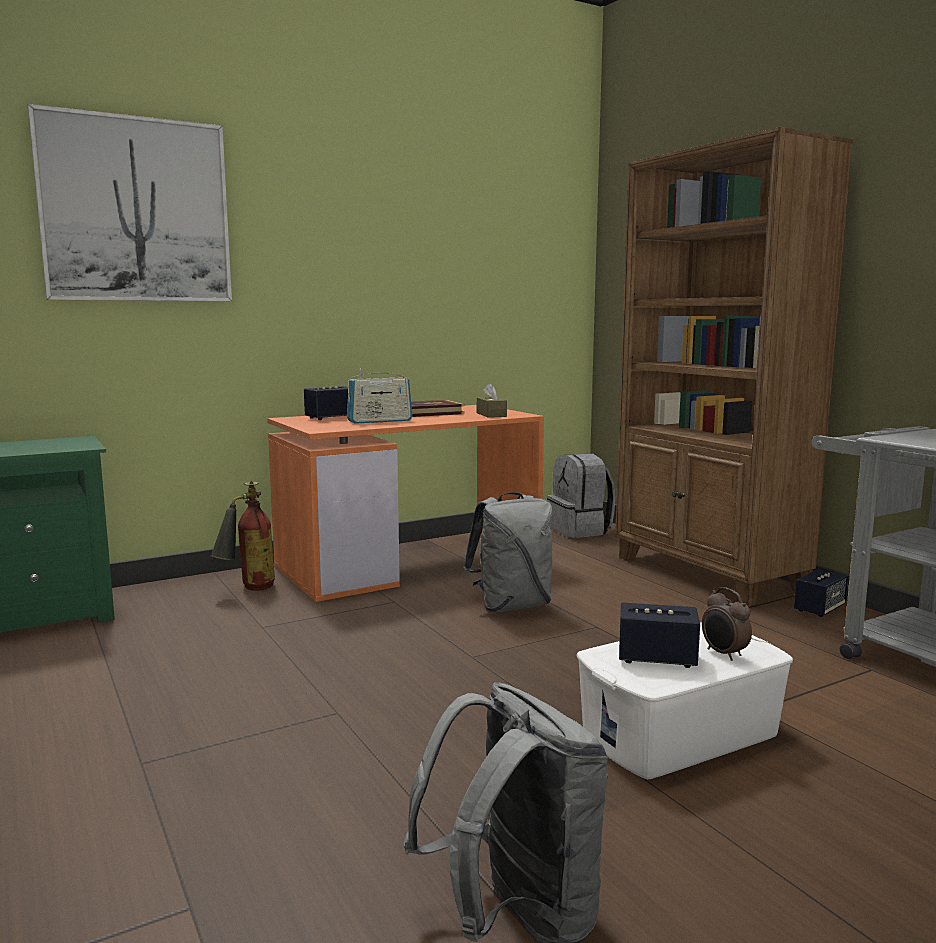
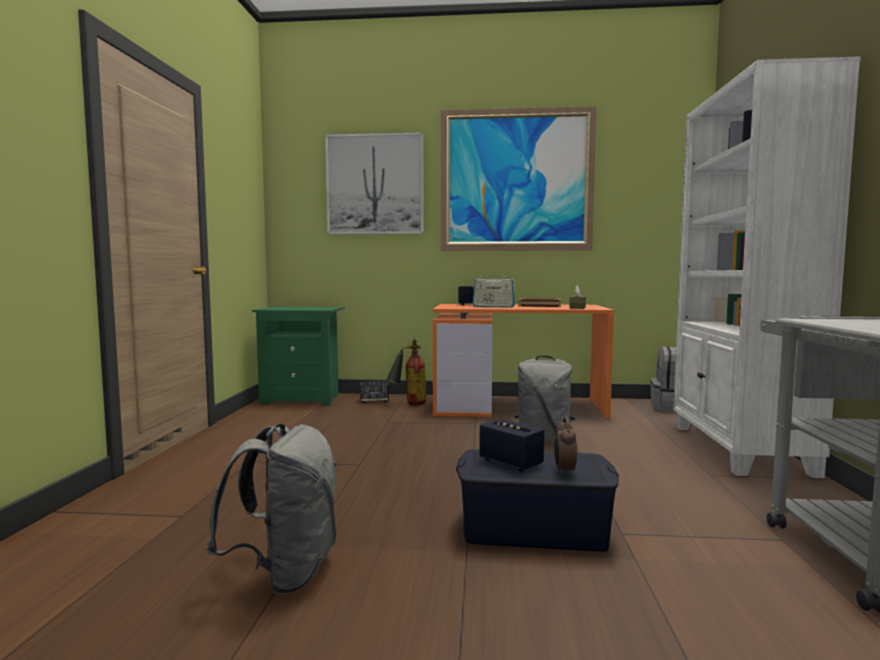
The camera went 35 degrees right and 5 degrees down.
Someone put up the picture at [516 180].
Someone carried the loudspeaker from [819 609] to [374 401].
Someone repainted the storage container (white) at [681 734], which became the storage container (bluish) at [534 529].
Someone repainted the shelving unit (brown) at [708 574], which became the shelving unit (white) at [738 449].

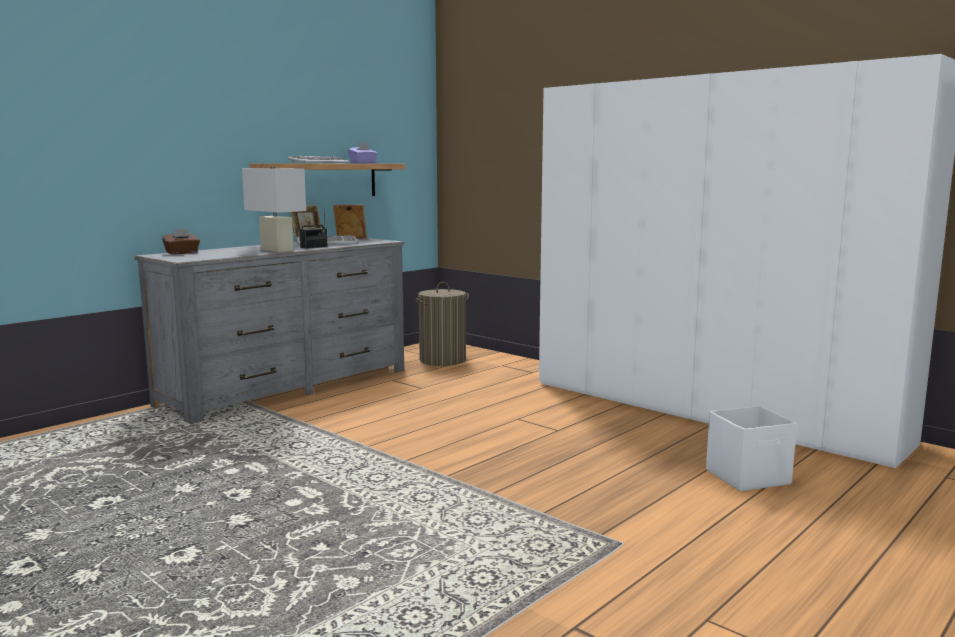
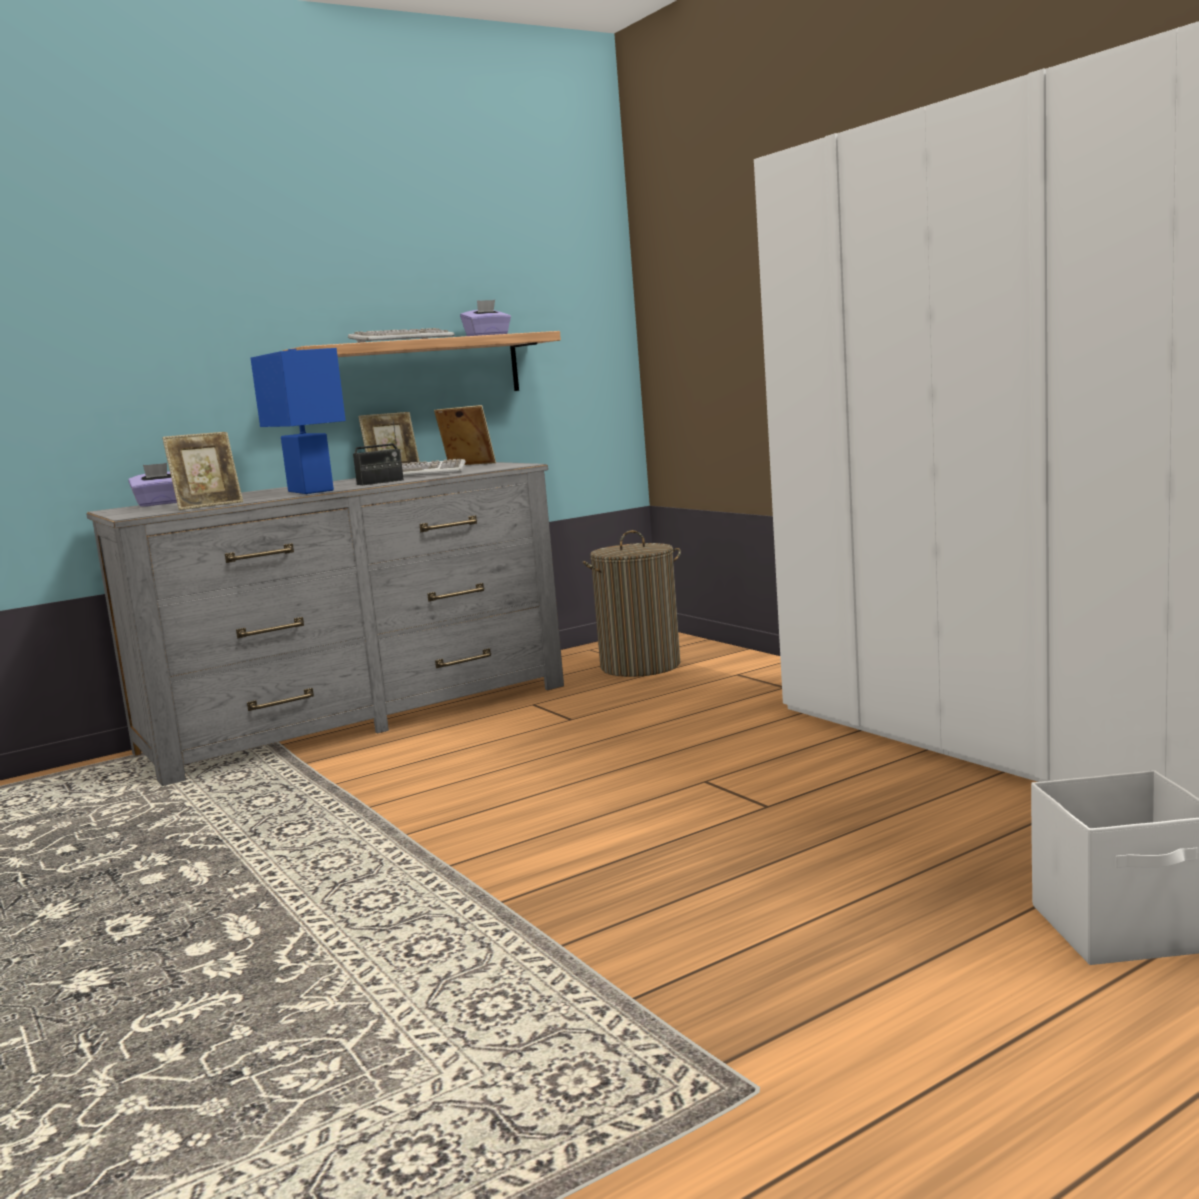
The camera went 15 degrees right and 0 degrees up.
Someone put down the photo frame at [208 505].
Someone repainted the tissue holder (brown) at [182 253], which became the tissue holder (purple-coloured) at [161 504].
Someone repainted the table lamp (white) at [277 250], which became the table lamp (bluish) at [310 491].

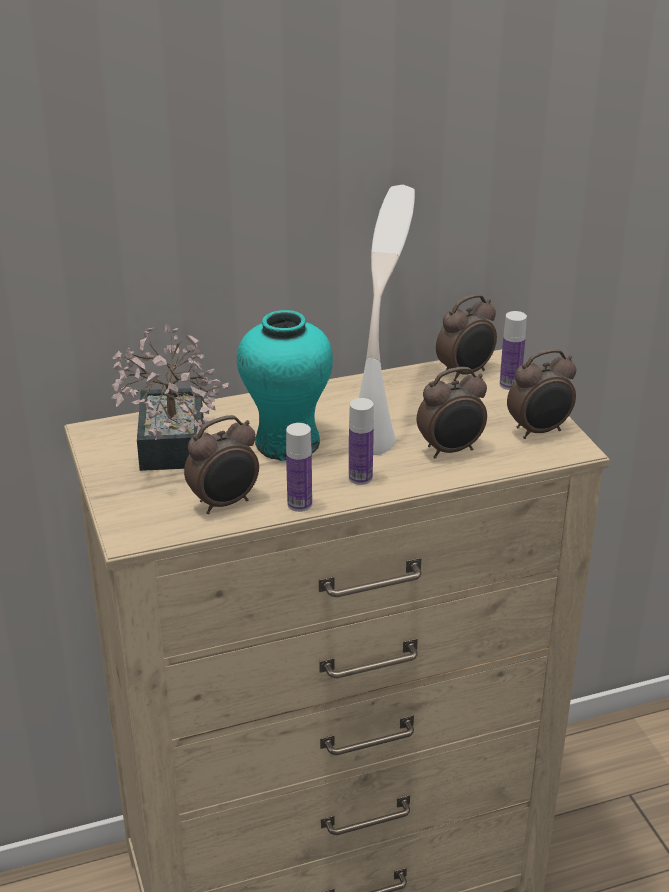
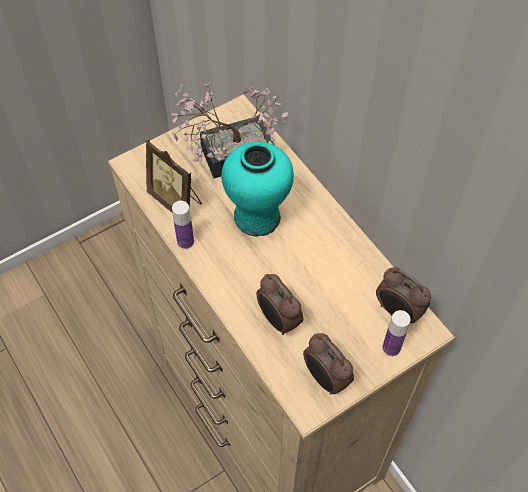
The camera went 75 degrees right and 25 degrees up.
Someone took away the drink bottle at [360 478].
Someone took away the table lamp (white) at [383 406].
Someone swapped the alarm clock at [225 503] for the photo frame at [176 201].

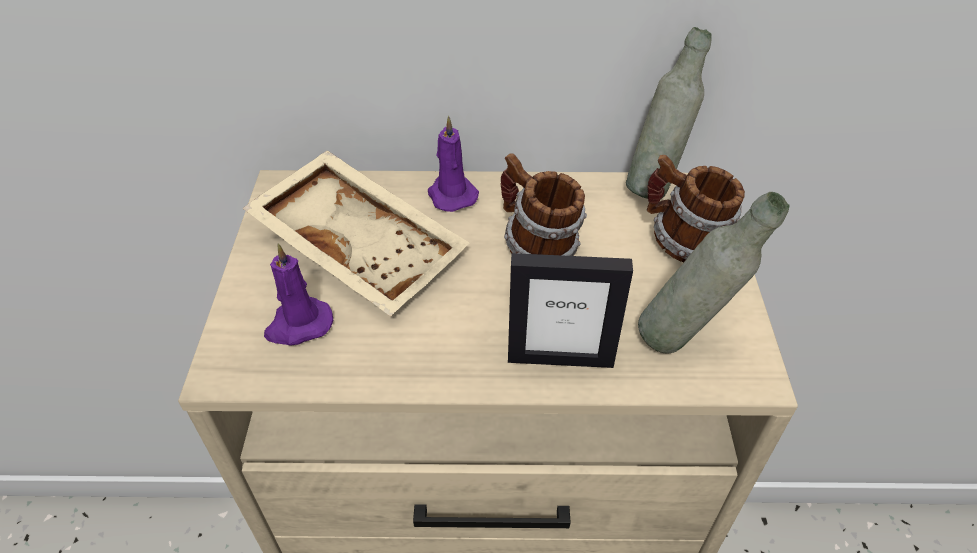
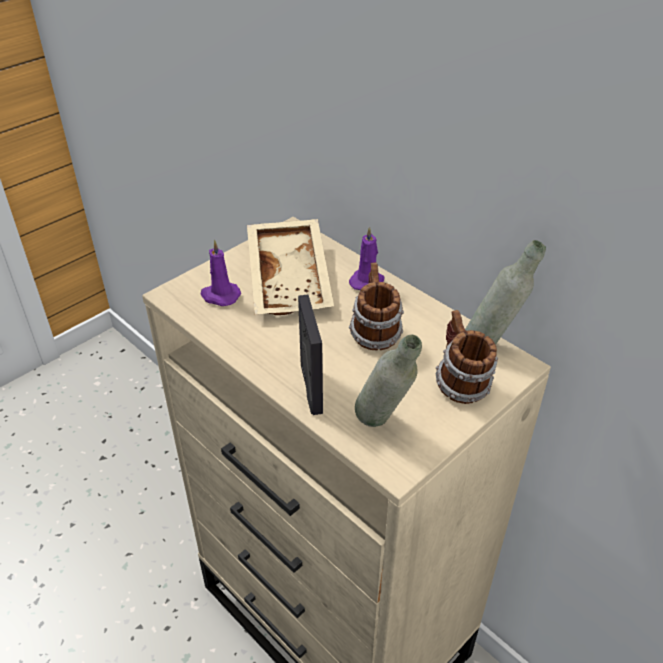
The camera went 45 degrees right and 5 degrees down.
Someone rotated the photo frame at [560 358] by 150 degrees counterclockwise.

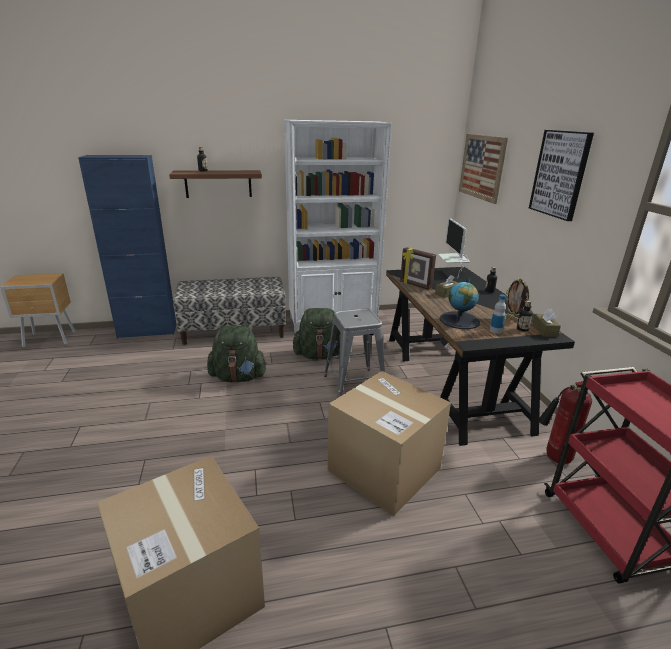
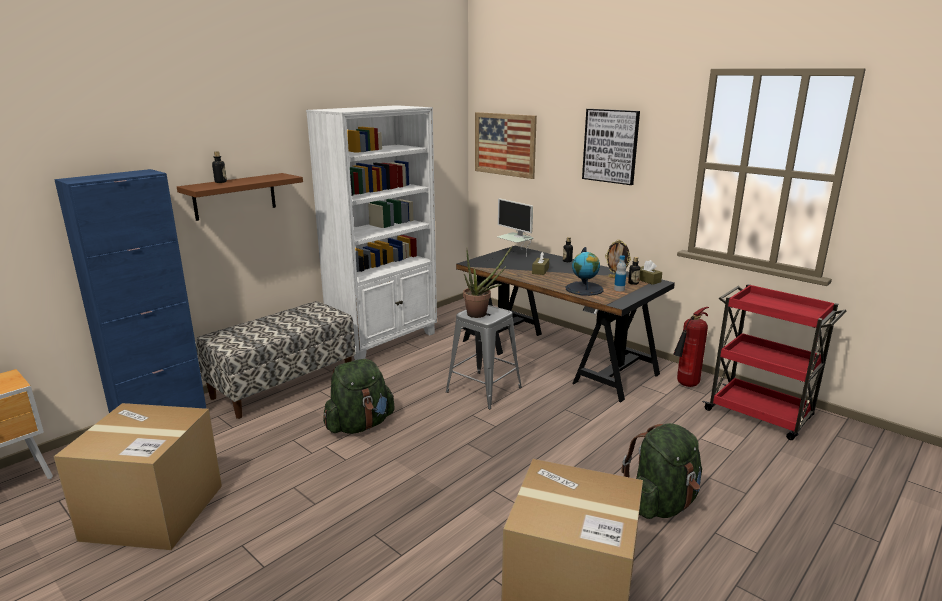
The camera went 35 degrees left and 5 degrees down.
Someone took away the photo frame at [415 285].
Someone put down the houseplant at [481 314].
Someone carried the knapsack (green-coloured) from [319 355] to [661 504].
Someone carried the cardboard box from [384 469] to [154 512].

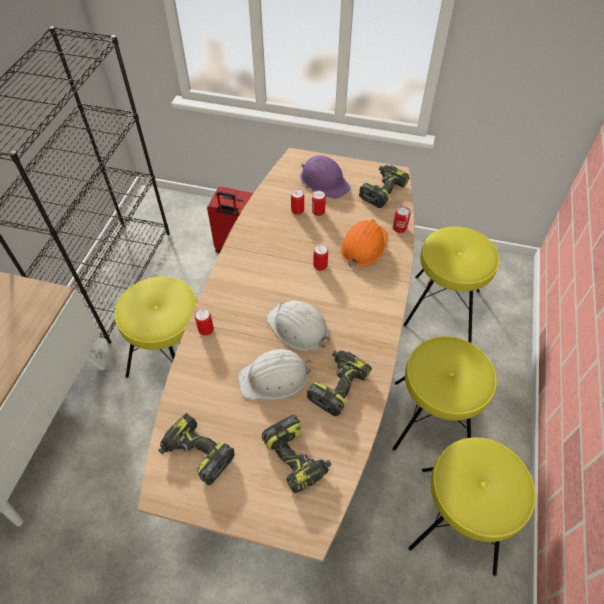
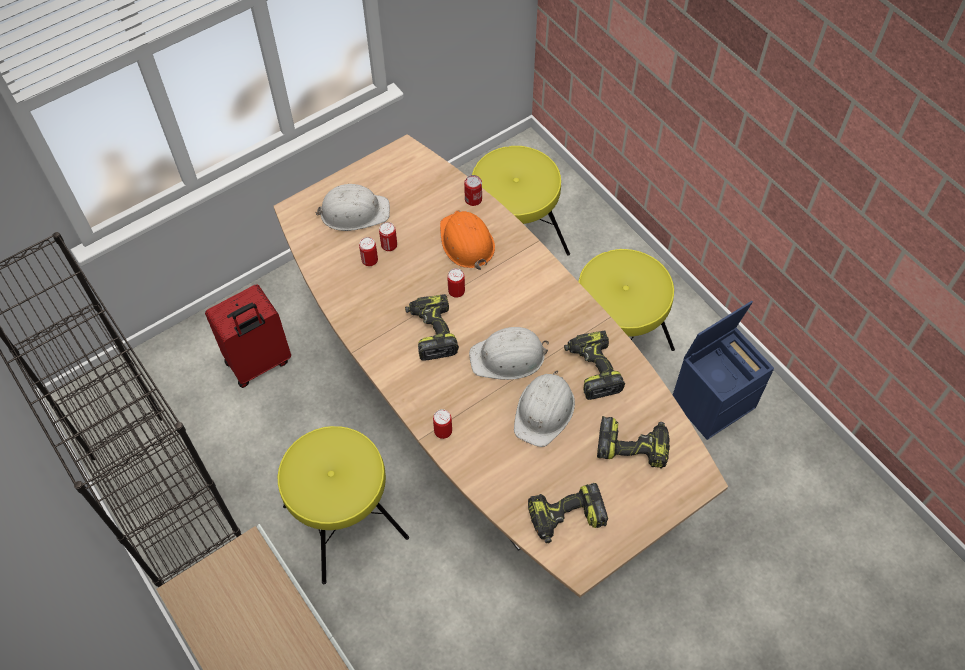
The camera went 50 degrees left and 5 degrees up.
Someone carried the drill from [382 190] to [431 331].
Someone swapped the stool seat (yellow) at [457 519] for the storage container (bluish) at [713 401].
Someone repainted the hard hat (purple-coloured) at [324 181], which became the hard hat (white) at [354 212].

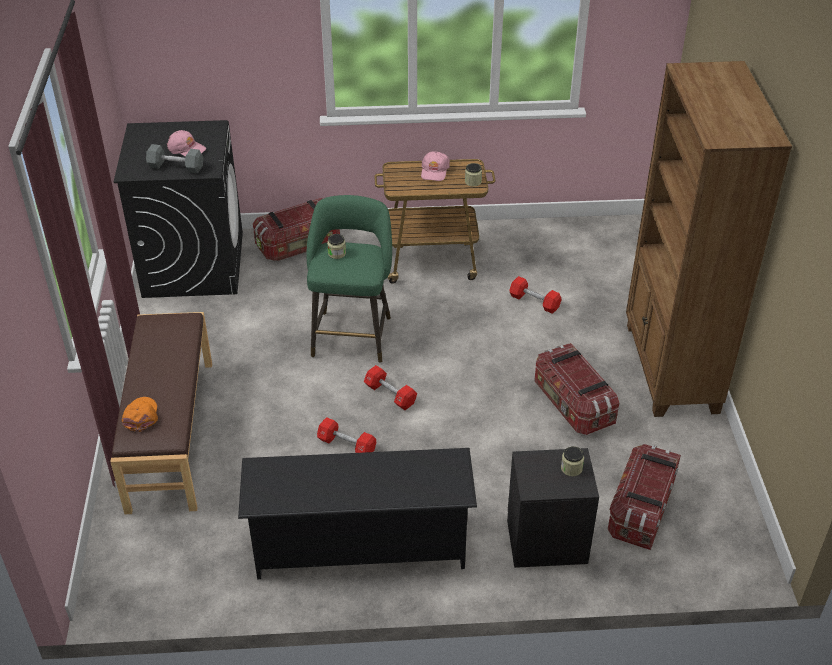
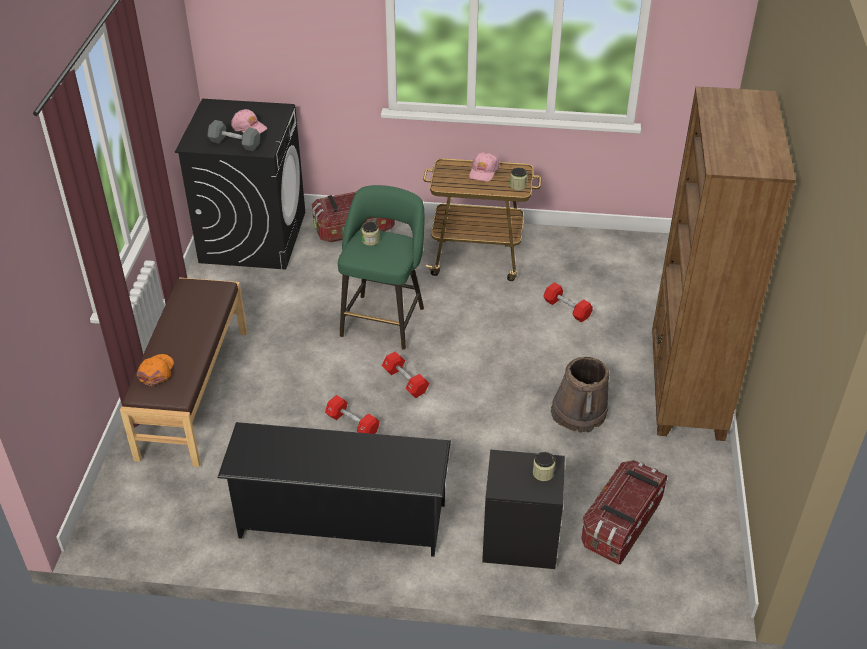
The camera went 10 degrees right and 0 degrees up.
Someone swapped the storage container at [572 404] for the bucket (brown) at [579 413].

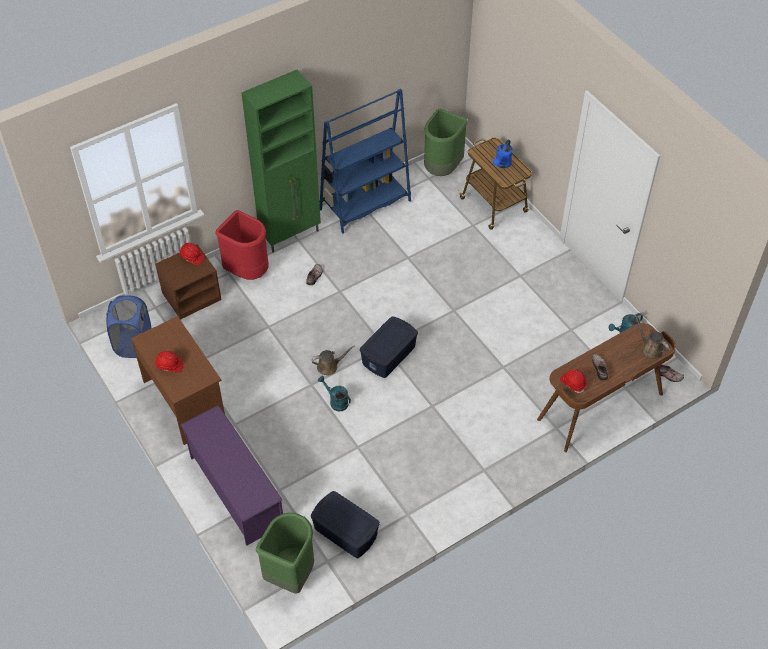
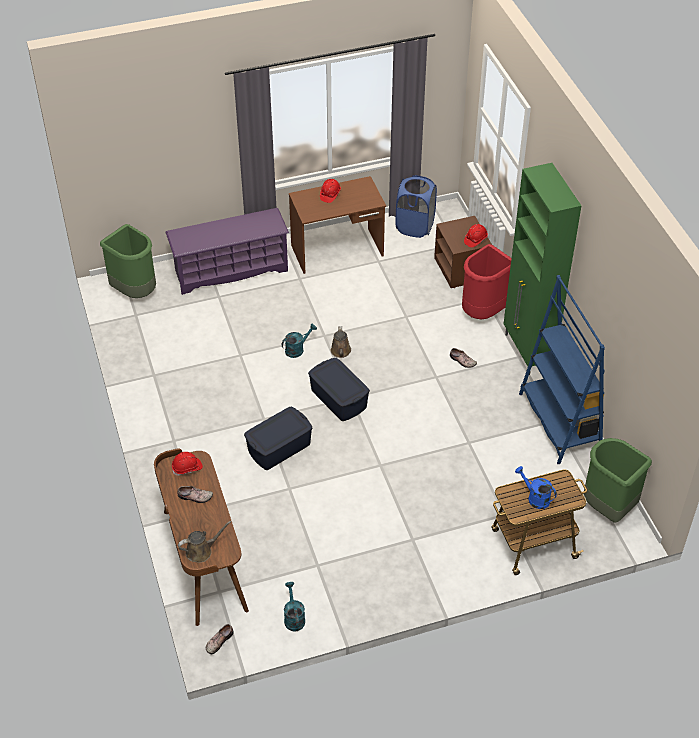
The camera went 105 degrees right and 5 degrees down.
Someone carried the storage container (bluish) from [345 532] to [279 447].

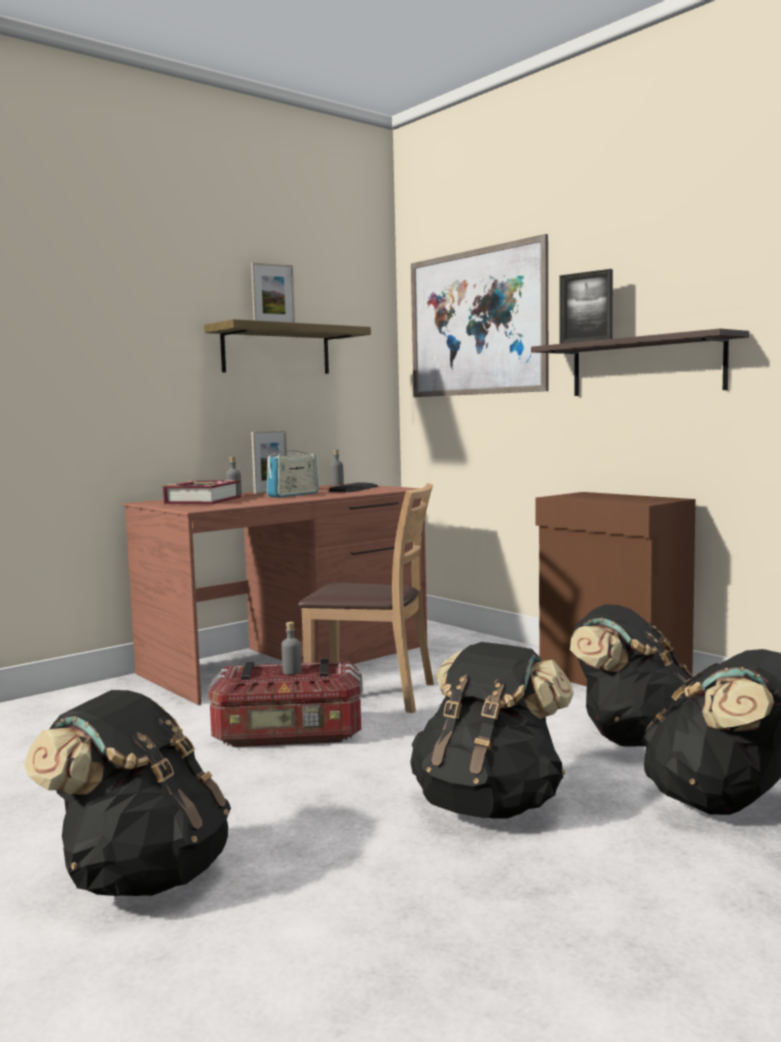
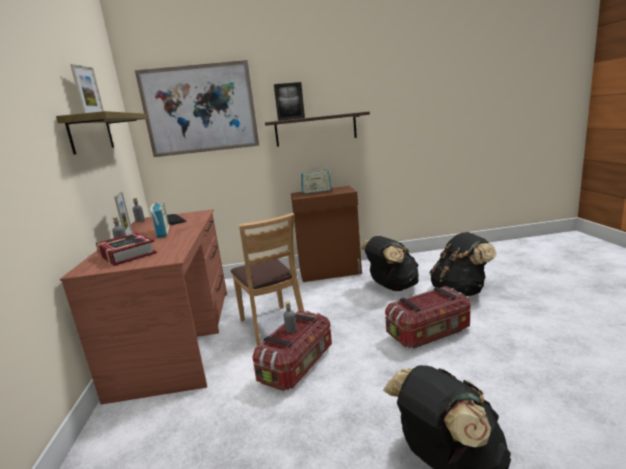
The camera went 55 degrees left and 10 degrees up.
Someone put down the radio set at [316 191].
Someone swapped the knapsack (black) at [489 805] for the storage container at [429 333].
Someone rotated the upright chair (brown) at [373 694] by 105 degrees clockwise.

